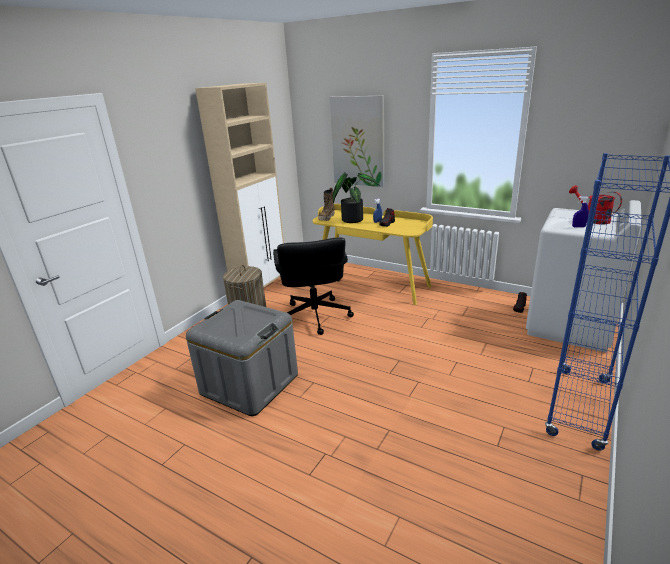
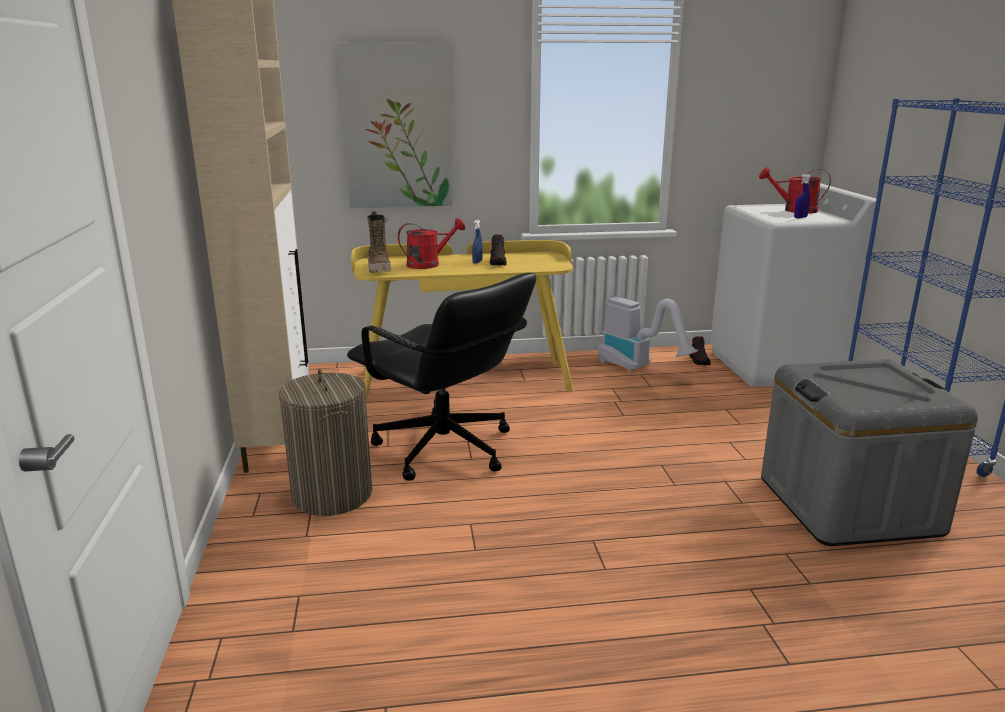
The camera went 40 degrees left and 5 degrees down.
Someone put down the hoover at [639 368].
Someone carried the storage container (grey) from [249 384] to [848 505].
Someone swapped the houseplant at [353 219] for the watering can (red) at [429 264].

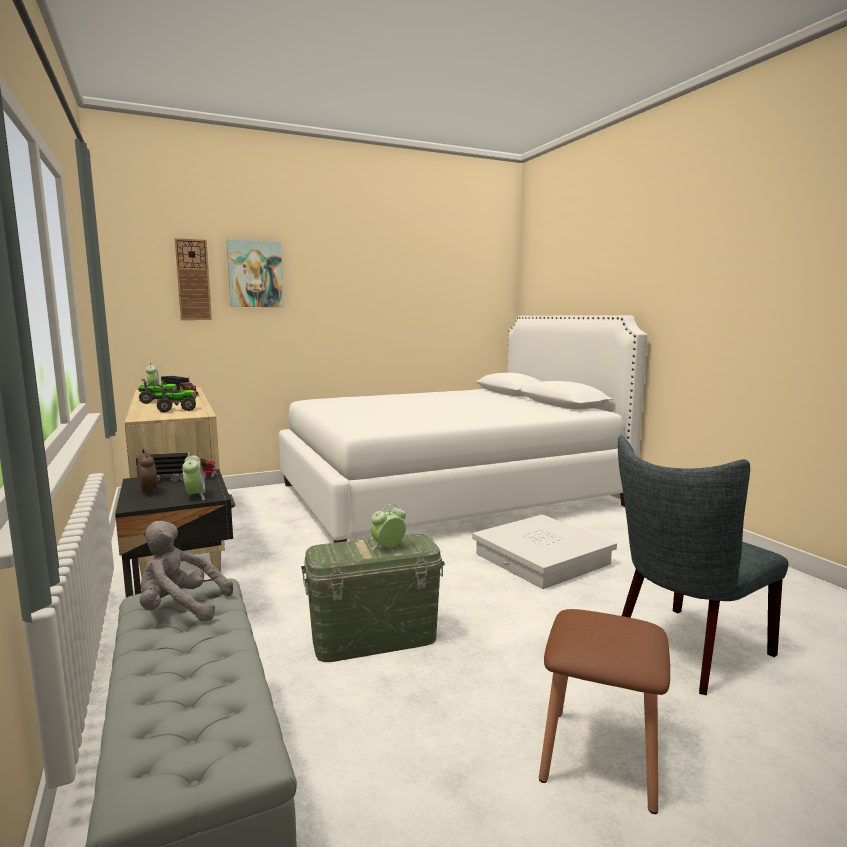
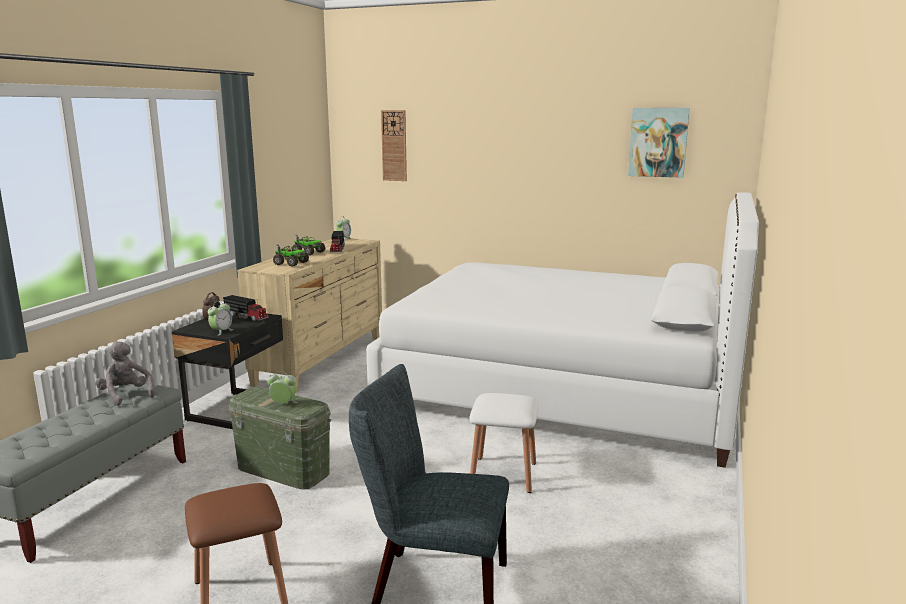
The camera went 45 degrees right and 5 degrees up.
Someone carried the picture from [255 274] to [658 142].
Someone swapped the storage container (white) at [542 559] for the stool seat (white) at [503 474].

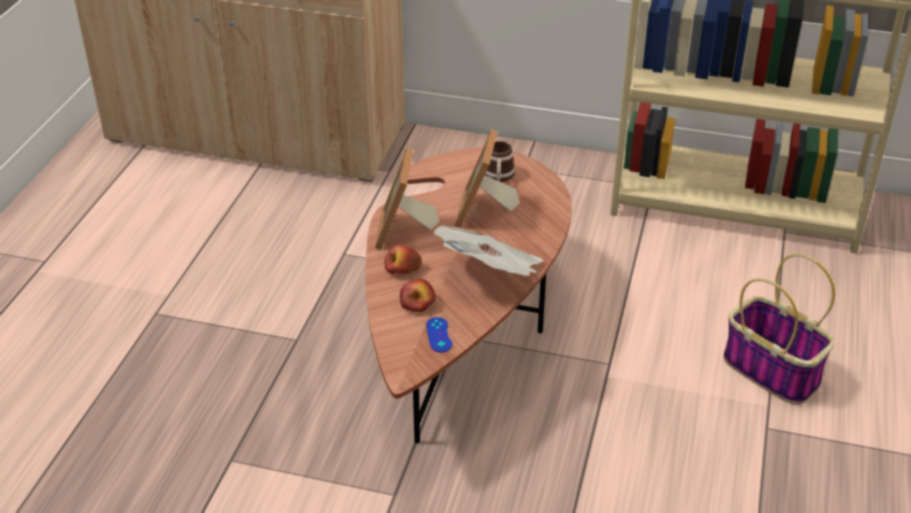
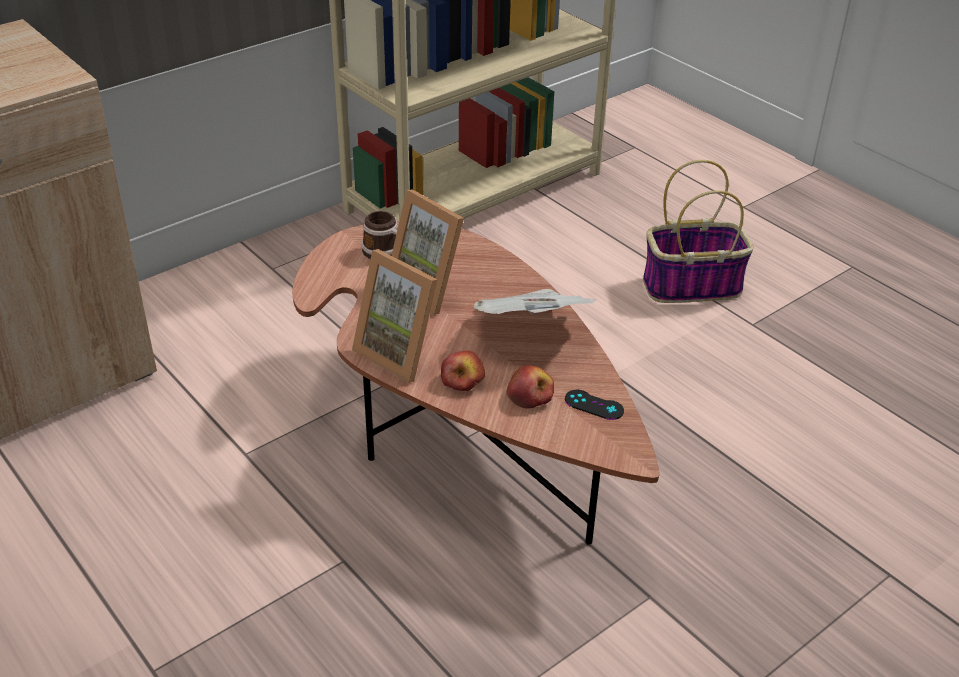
The camera went 55 degrees left and 0 degrees up.
Someone repainted the joypad (bluish) at [439 335], which became the joypad (black) at [594 405].

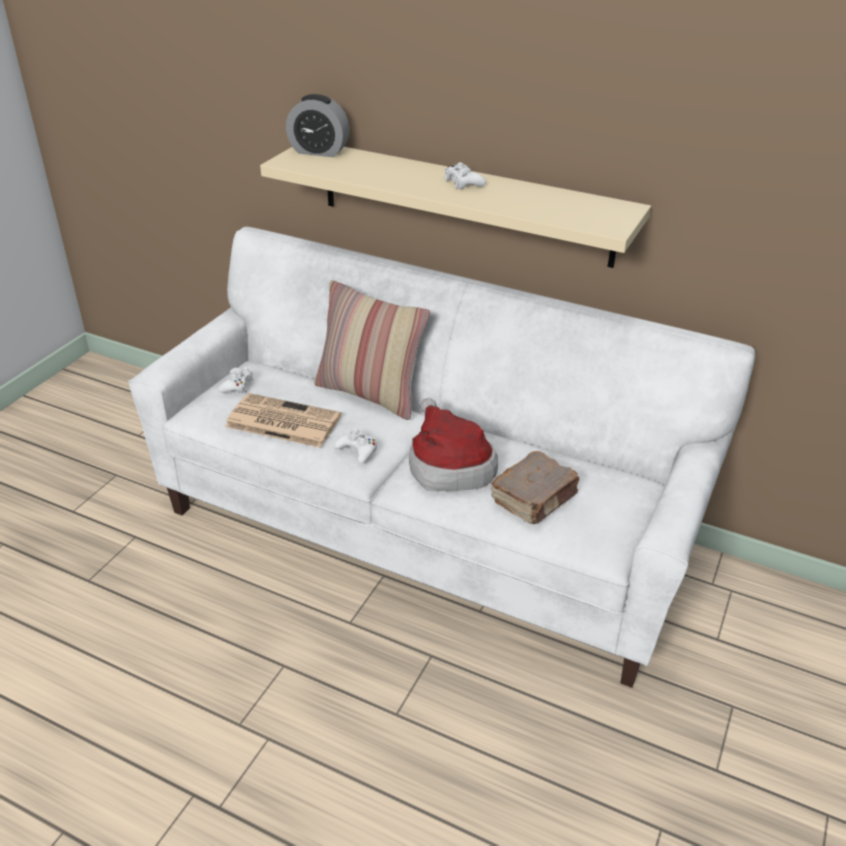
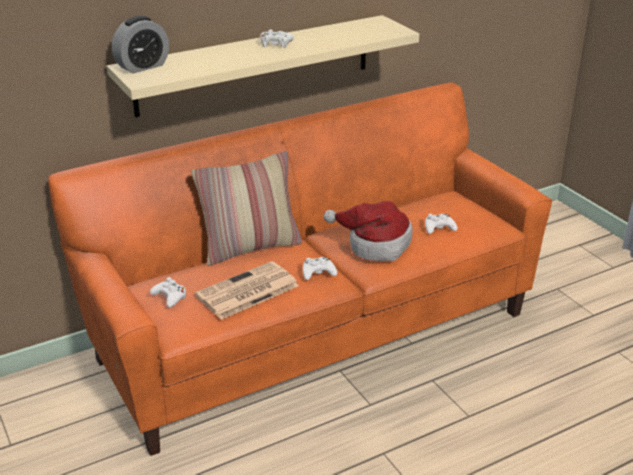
The camera went 55 degrees left and 5 degrees down.
Someone swapped the bound book (brown) at [535 498] for the joypad (white) at [439 228].
Someone repainted the couch (white) at [421 532], which became the couch (orange-coloured) at [315 335].

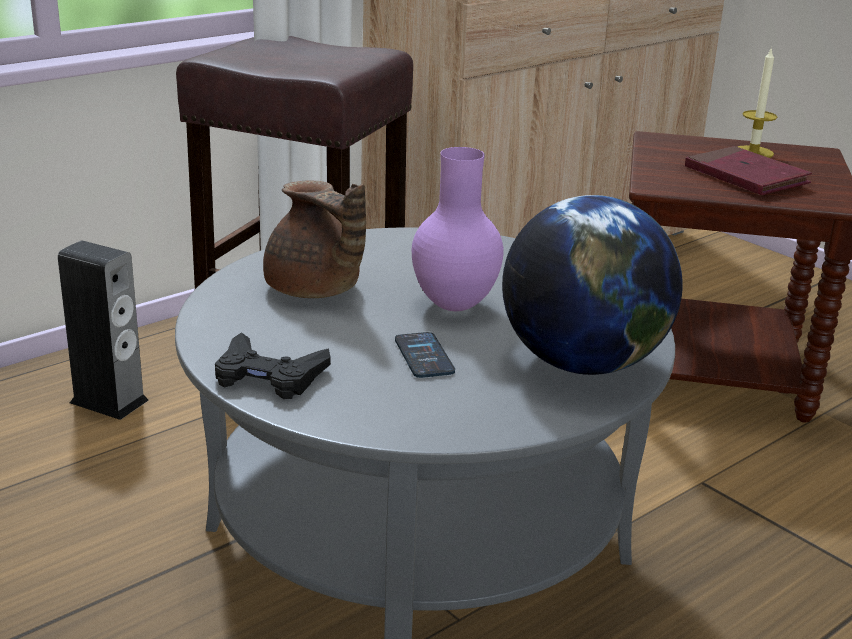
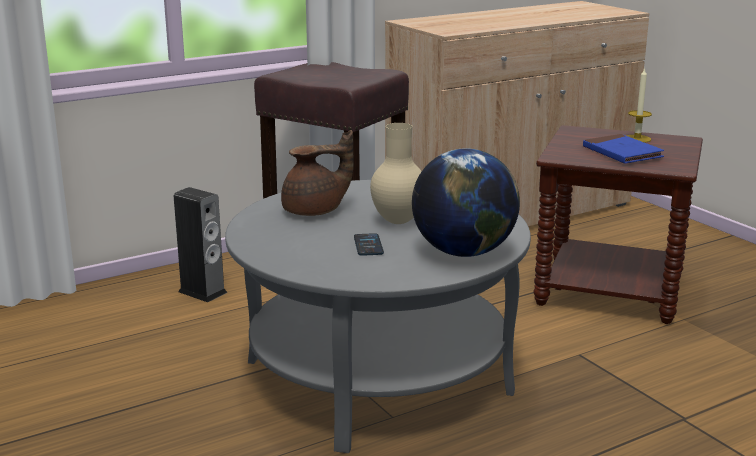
The camera went 10 degrees right and 5 degrees down.
Someone took away the joypad (black) at [269 376].
Someone repainted the vase (purple-coloured) at [454 306], which became the vase (beige) at [397 221].
Someone repainted the bound book (red) at [745 177], which became the bound book (bluish) at [622 153].
Someone rotated the pot for tea (brown) at [314 291] by 75 degrees counterclockwise.

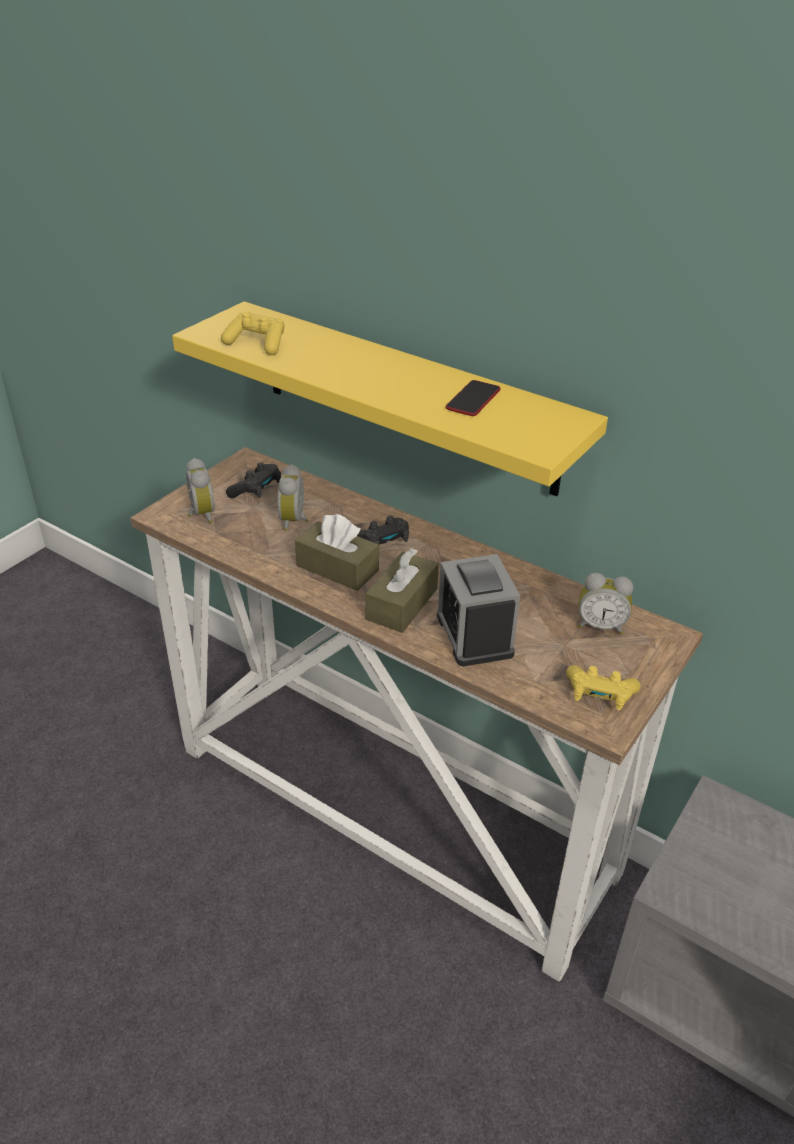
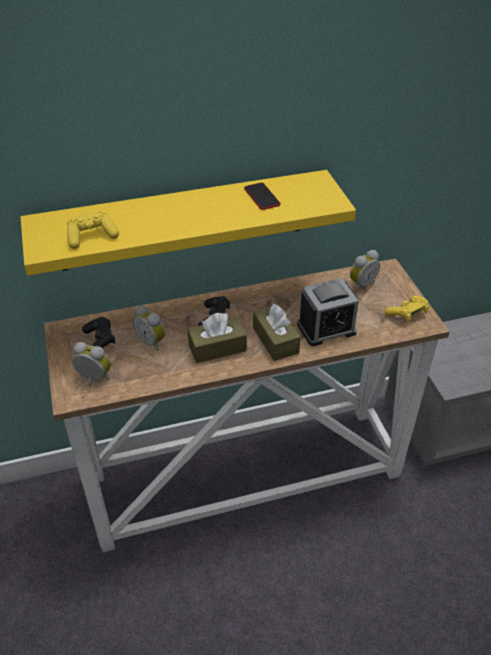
The camera went 50 degrees left and 5 degrees up.
Someone rotated the alarm clock at [474 635] by 45 degrees counterclockwise.

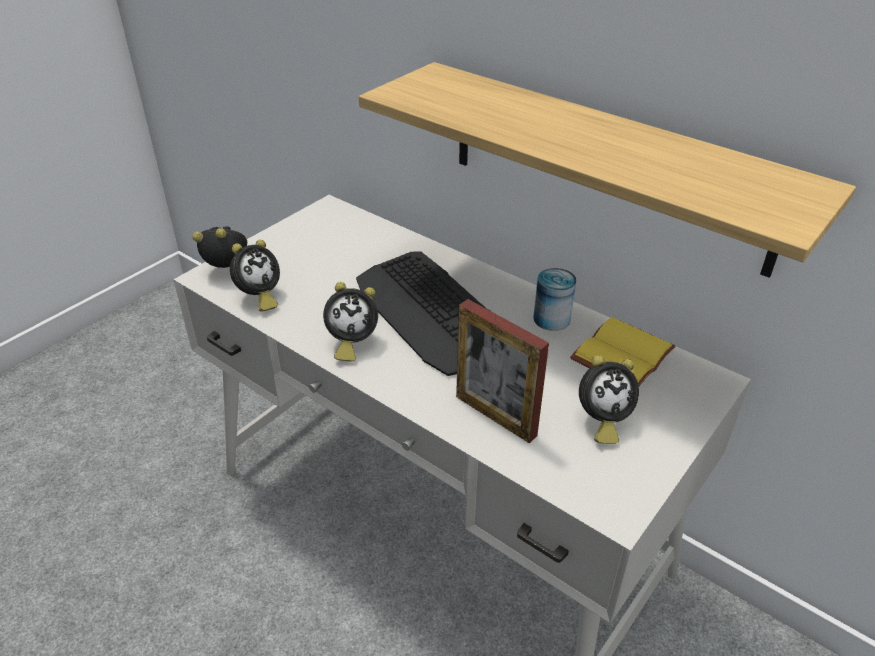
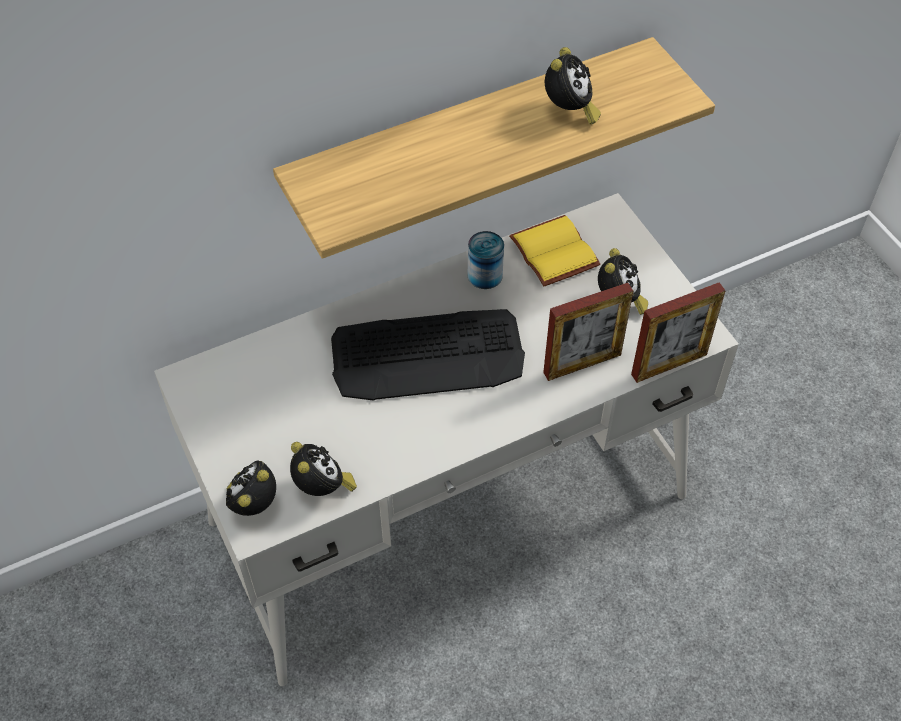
The camera went 65 degrees left and 15 degrees up.
Someone put down the photo frame at [669 364].
Someone carried the alarm clock from [351 343] to [569 111].

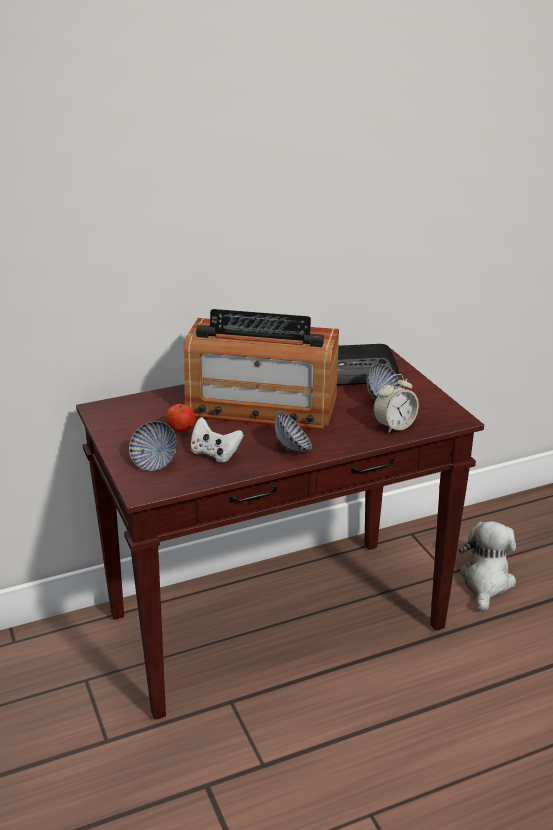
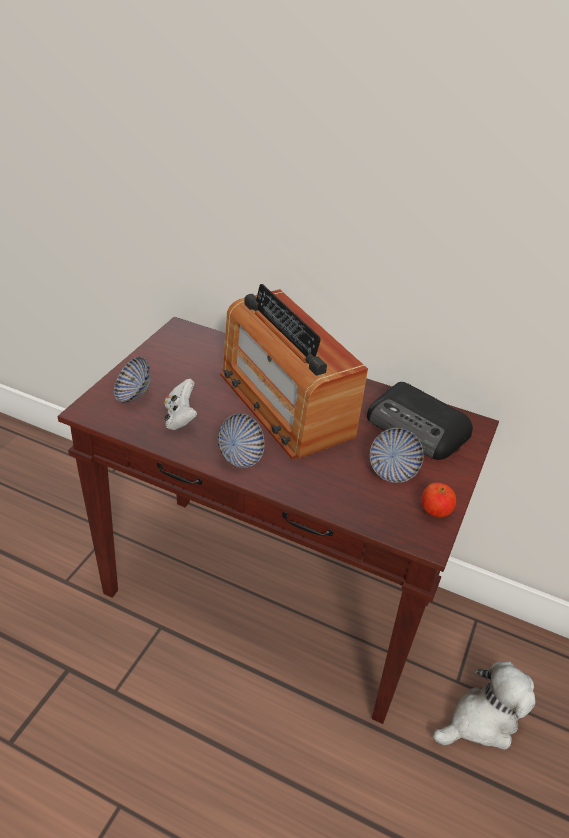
The camera went 45 degrees right and 10 degrees up.
Someone took away the alarm clock at [394 426].
Someone carried the apple from [181 430] to [435 512].

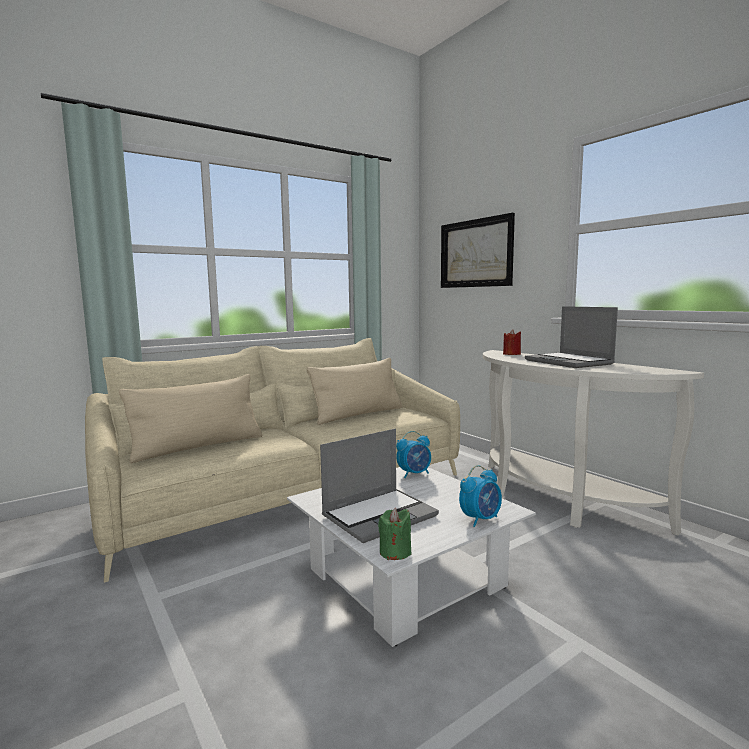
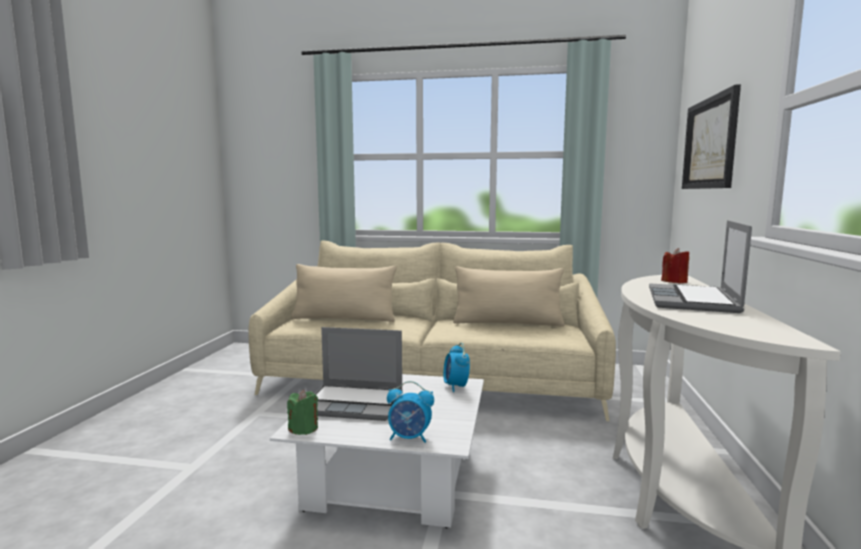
The camera went 45 degrees right and 0 degrees up.
Someone rotated the alarm clock at [414 474] by 60 degrees clockwise.

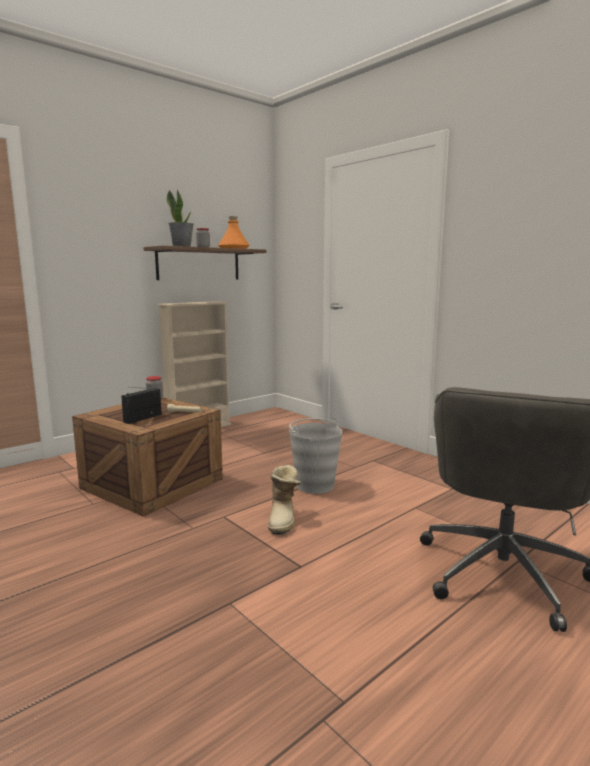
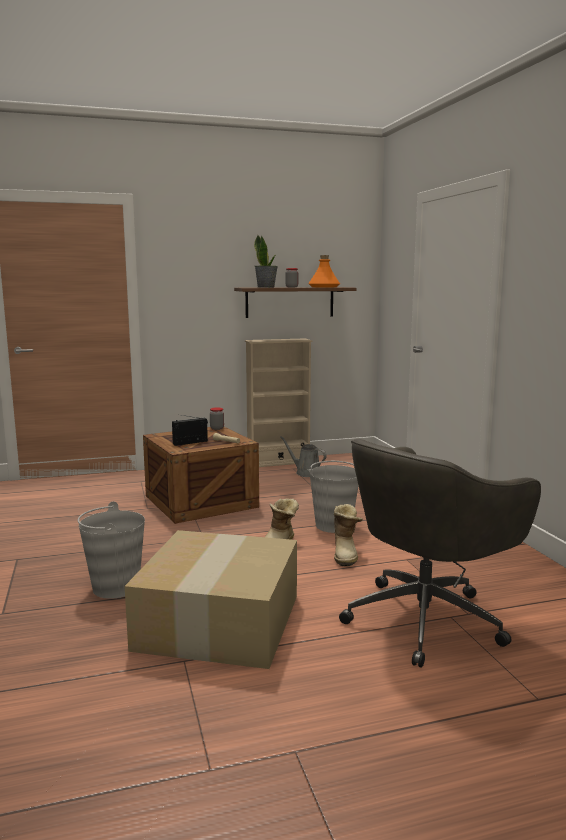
The camera went 25 degrees right and 0 degrees up.
Someone put down the bucket (grey) at [115 587].
Someone put down the cardboard box at [217 620].
Someone put down the watering can (grey) at [306 473].
Someone put down the high-top boot at [346 554].

